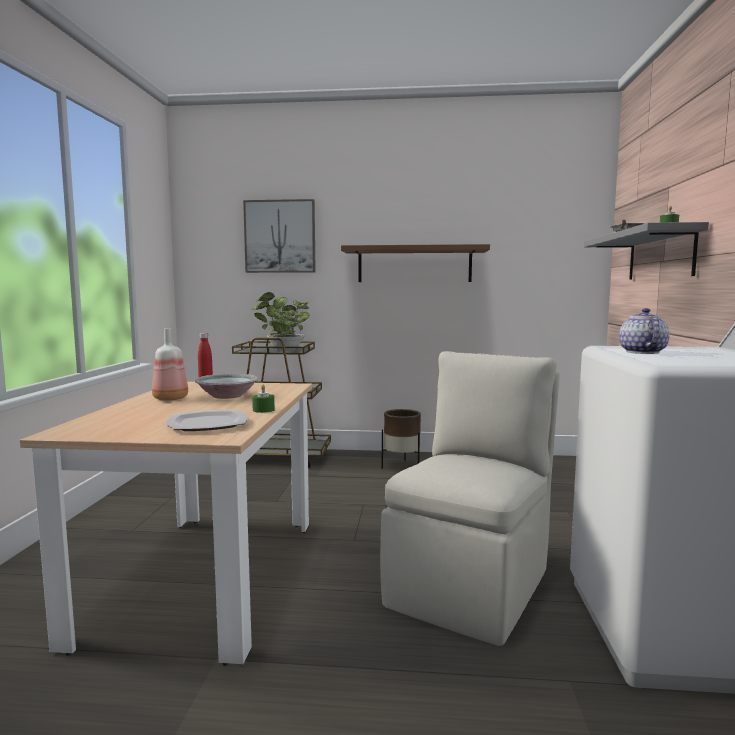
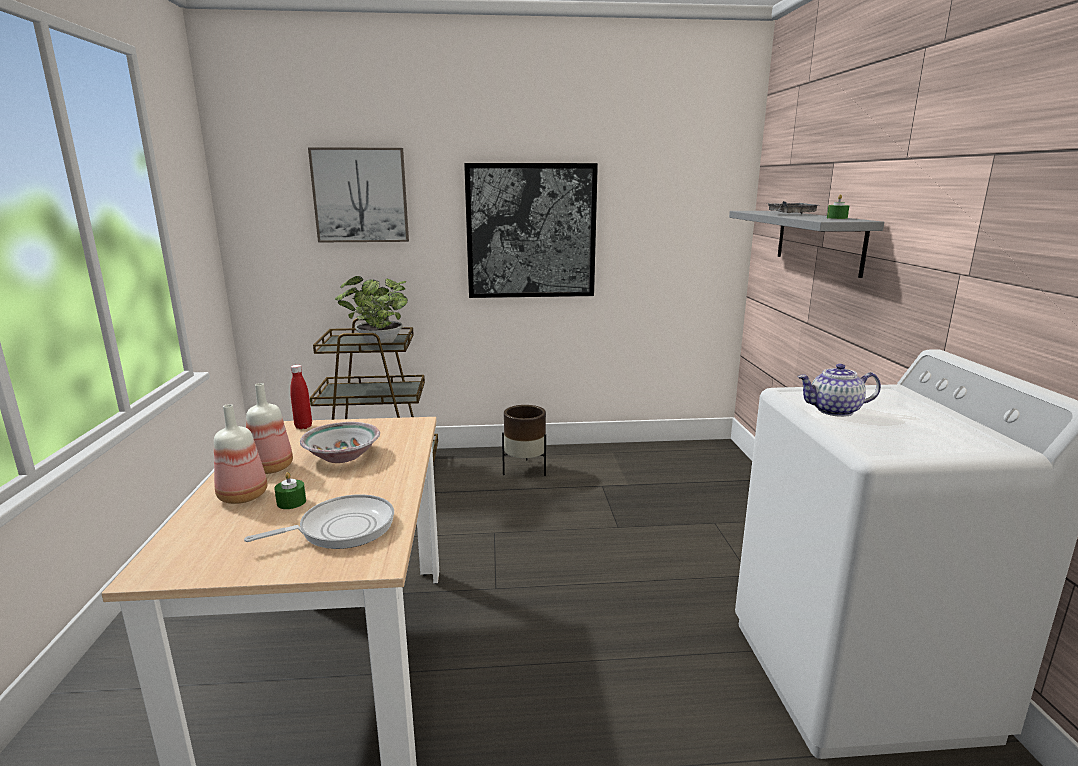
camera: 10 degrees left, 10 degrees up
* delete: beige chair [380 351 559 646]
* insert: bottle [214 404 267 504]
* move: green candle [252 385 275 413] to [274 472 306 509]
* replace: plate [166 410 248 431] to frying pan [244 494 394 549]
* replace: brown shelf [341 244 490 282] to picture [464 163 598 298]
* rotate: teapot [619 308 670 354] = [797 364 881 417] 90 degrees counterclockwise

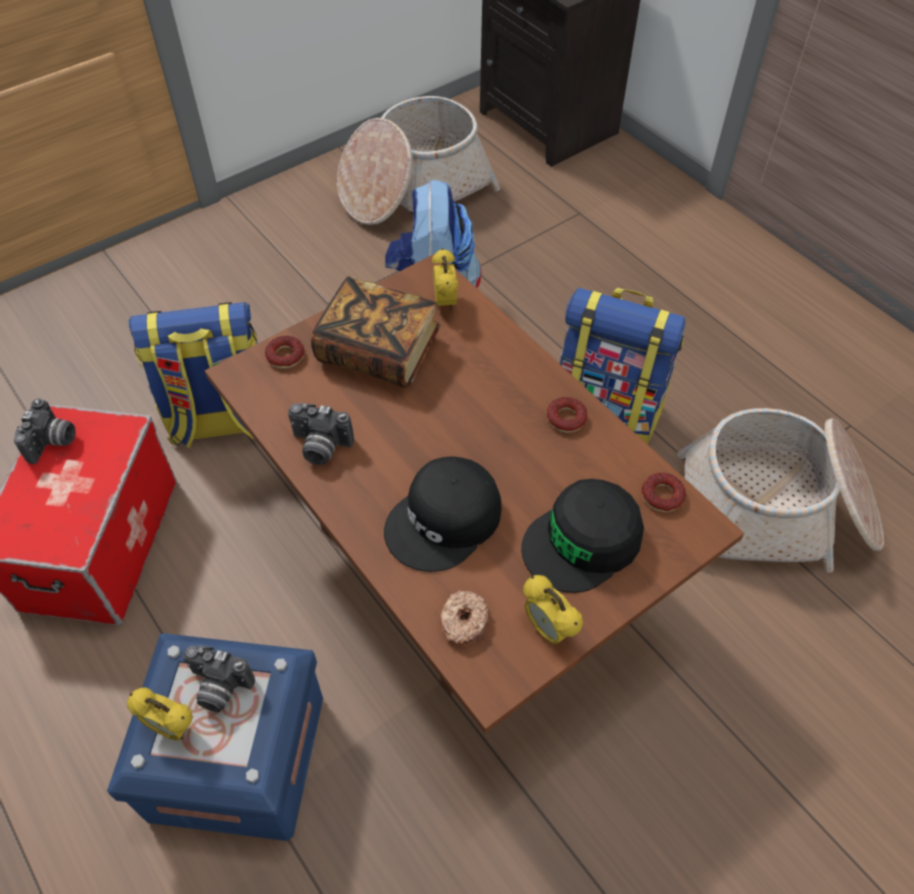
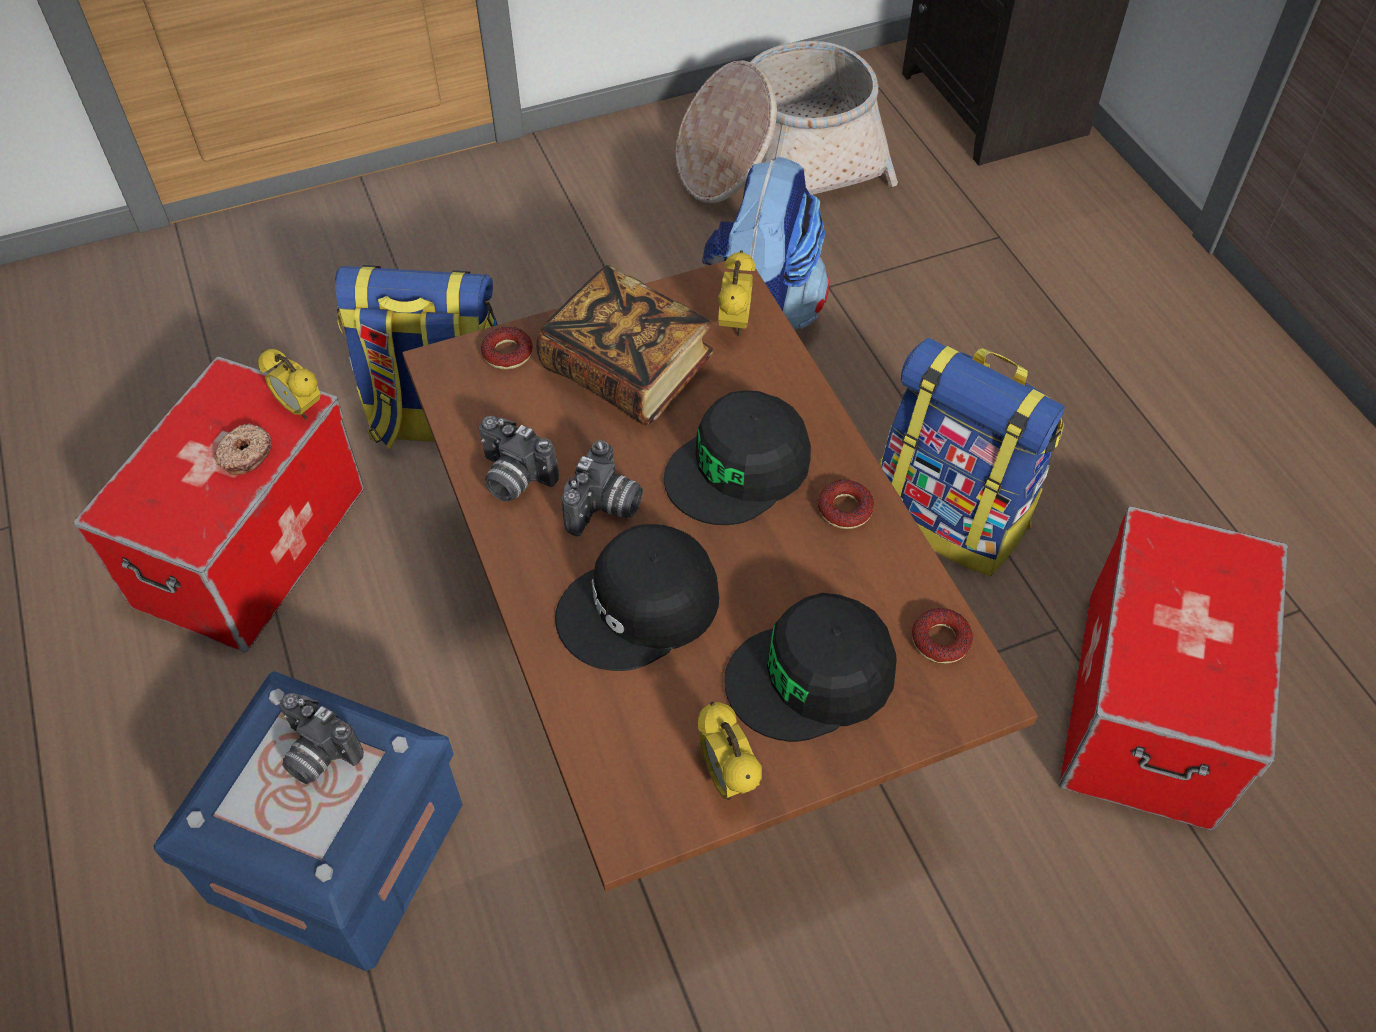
camera: 15 degrees right, 0 degrees up
* insert: black cap [664 390 811 525]
* move: photo camera [14 398 75 464] to [562 440 643 536]
* move: alarm clock [127 687 194 741] to [258 349 321 419]
* move: donut [440 590 489 646] to [214 423 272 475]
* replace: basket [677 408 884 573] to storage box [1059 506 1288 831]

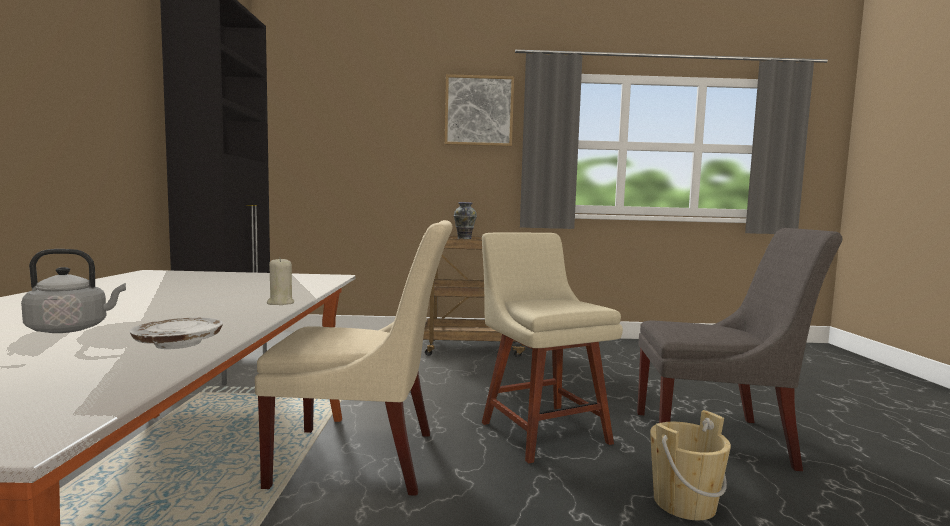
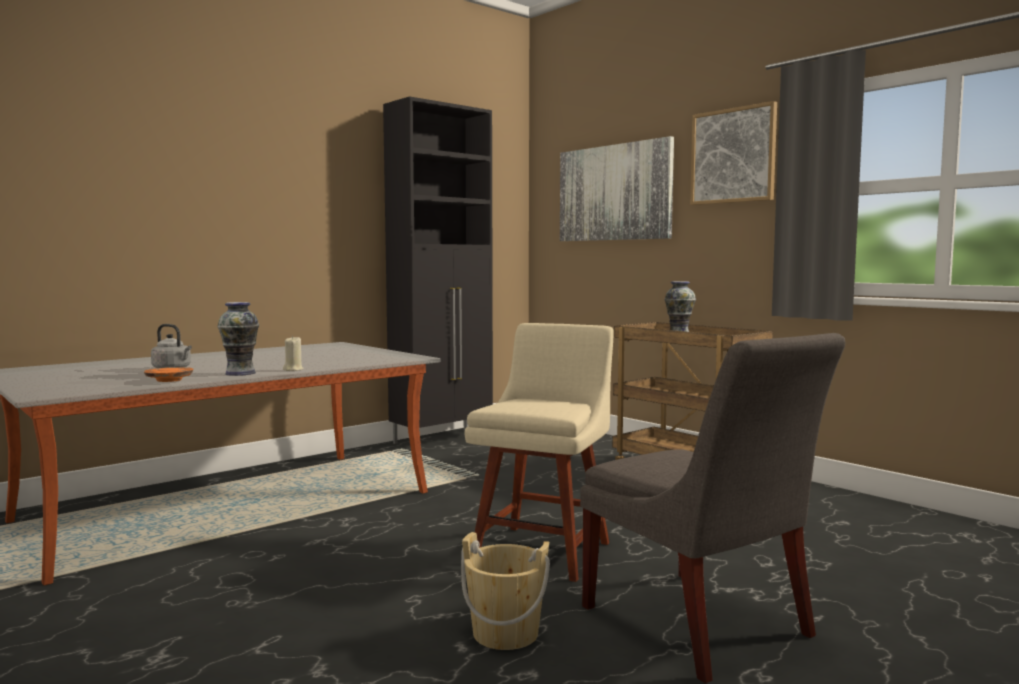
camera: 50 degrees right, 0 degrees up
* delete: beige chair [255 220 452 495]
* insert: vase [217 302 259 376]
* insert: picture [560 136 674 241]
* recolor: white plate [129 318 223 349] to orange plate [144 367 193 382]

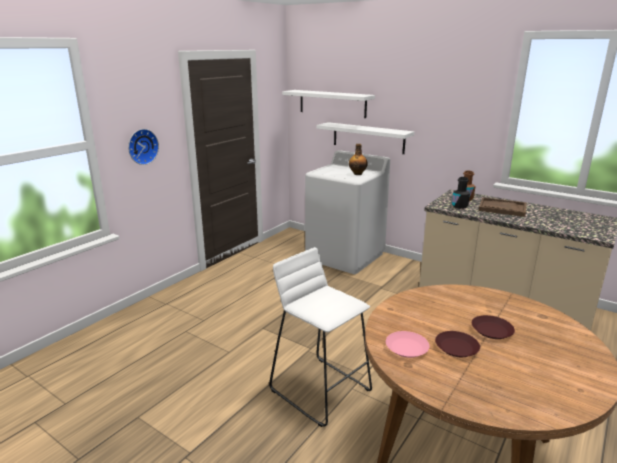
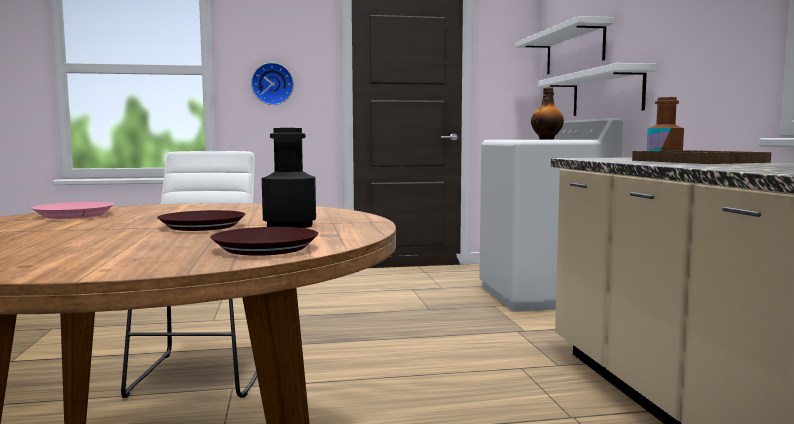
camera: 45 degrees right, 15 degrees down
* move: brown plate [435 331 480 357] to [210 227 318 256]
* move: black bottle [452 177 470 209] to [262 128 316 228]

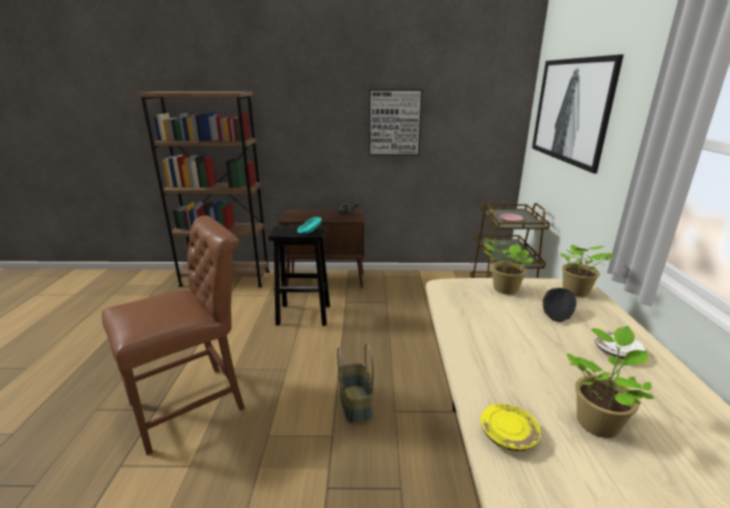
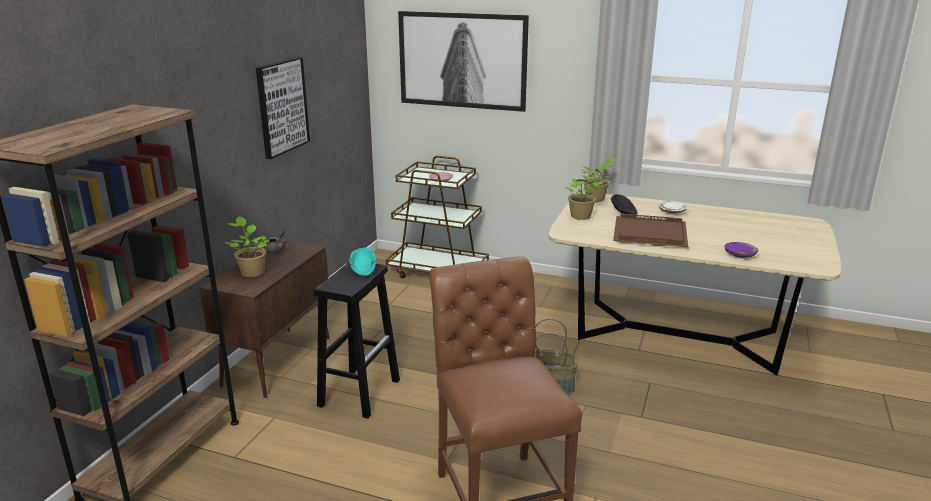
camera: 70 degrees left, 0 degrees up
* insert: brown tray [613 213 688 247]
* move: potted plant [566 326 654 438] to [224 216 270 277]
* recolor: yellow plate [481 403 541 451] to purple plate [724 242 758 258]

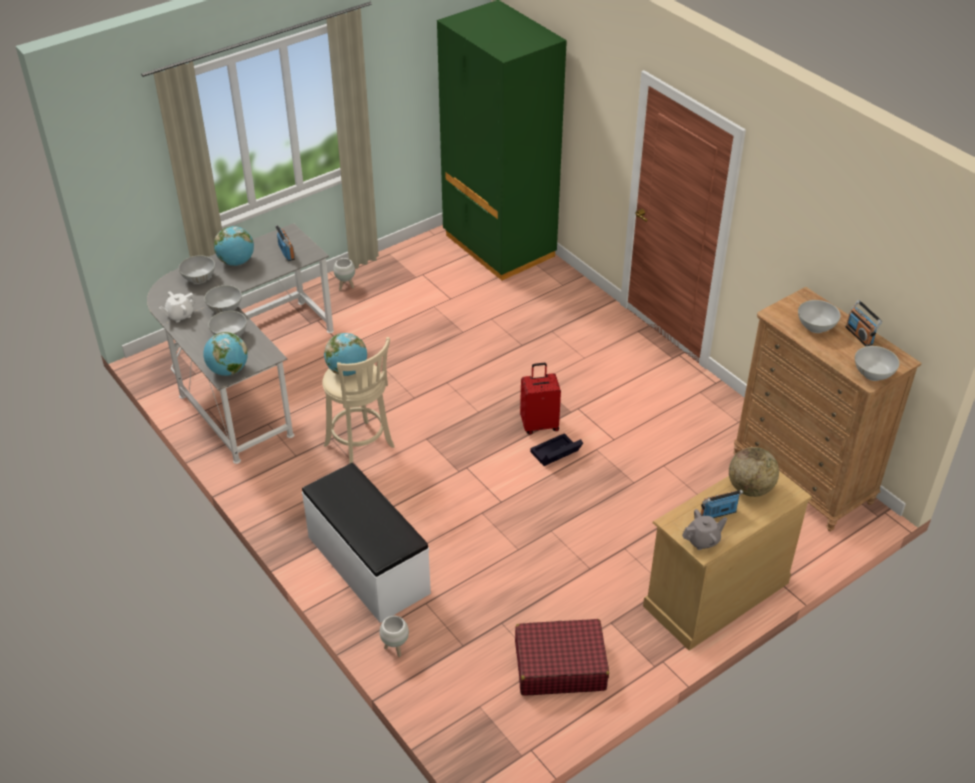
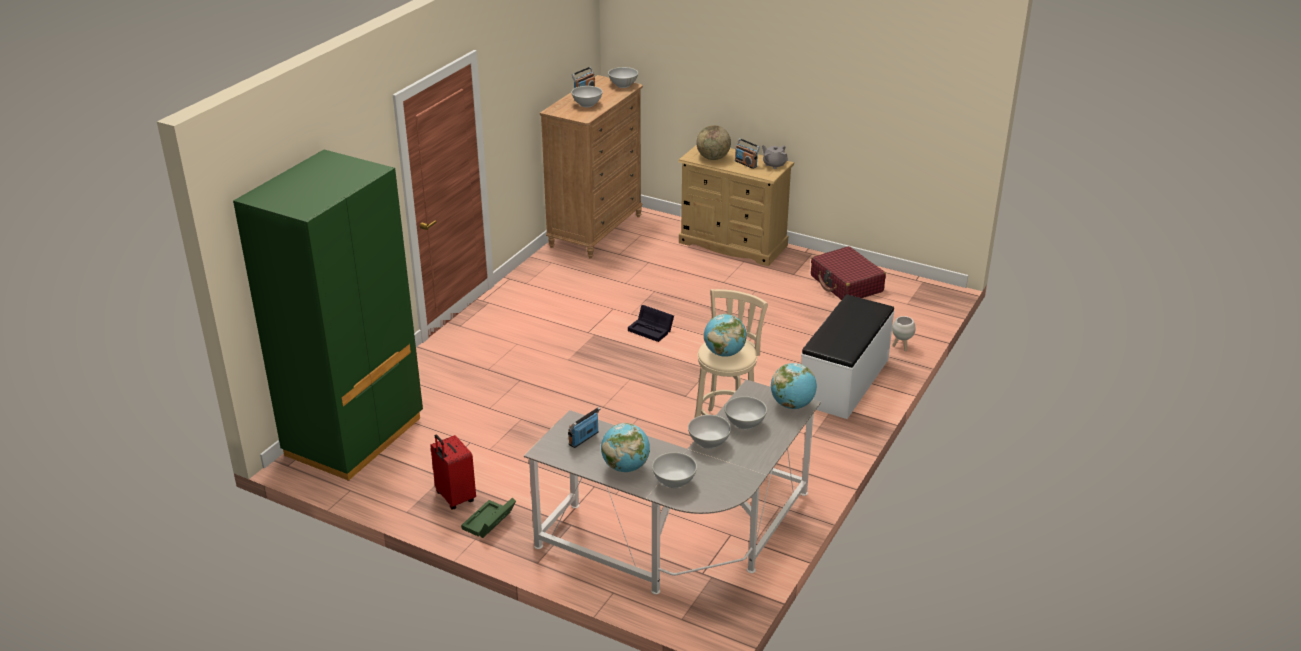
camera: 115 degrees left, 10 degrees down
* delete: white teapot [159 291 197 322]
* move: red suitcase [520 363 561 434] to [430 435 476 510]
* replace: white planter [333 258 355 290] to green storage box [461 498 516 538]

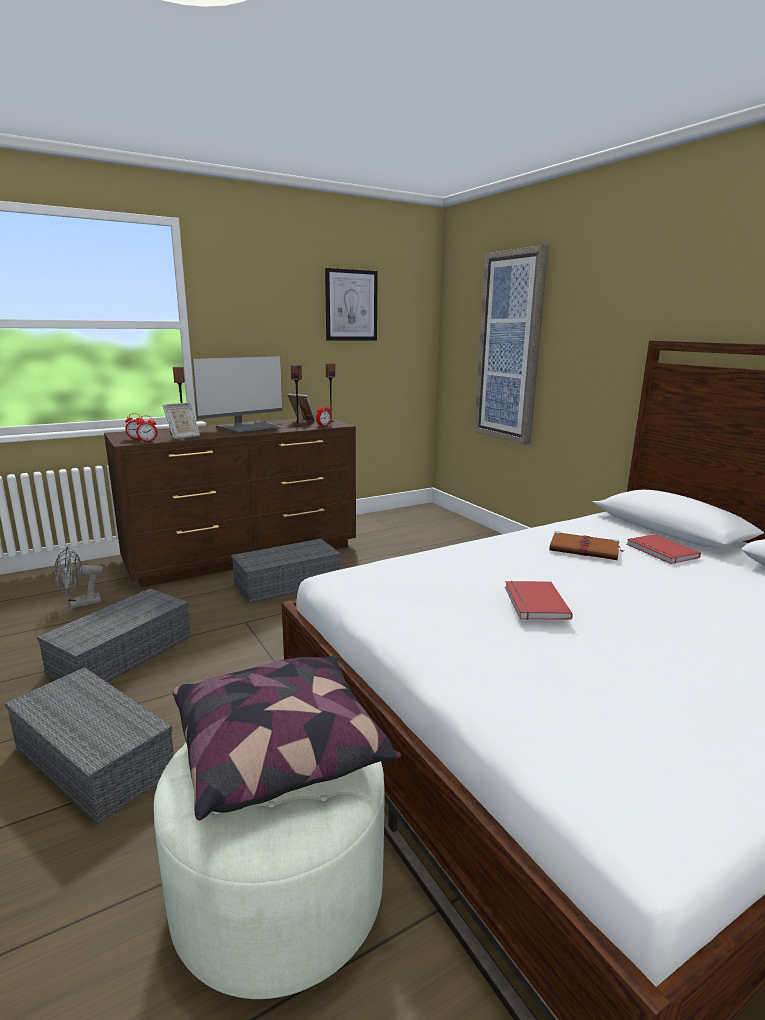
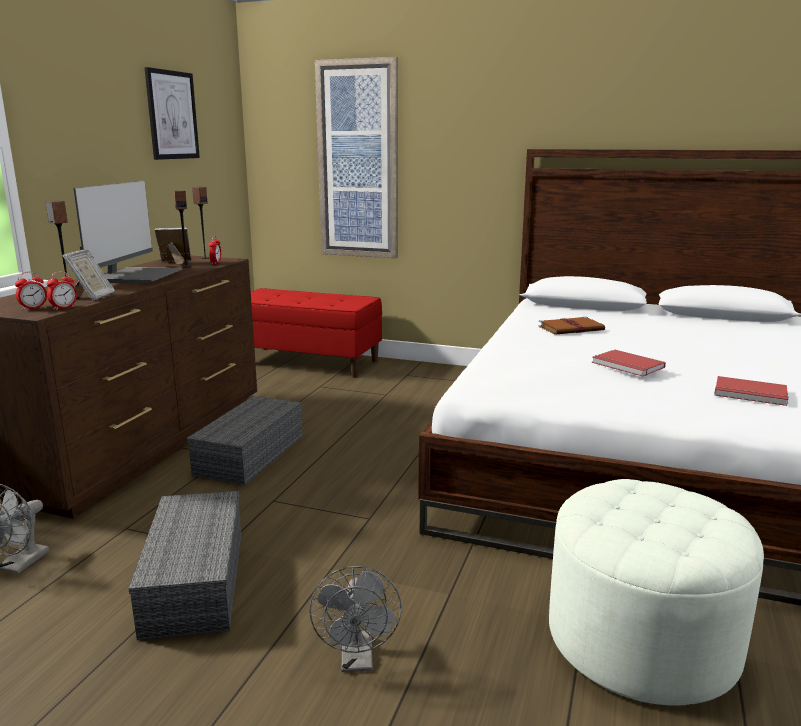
camera: 40 degrees left, 0 degrees up
* delete: pillow [173 656 402 820]
* insert: red bench [251 288 382 378]
* move: red book [626 534 701 564] to [714 376 788 406]
* replace: grey storage box [5 667 174 825] to grey fan [309 566 402 672]

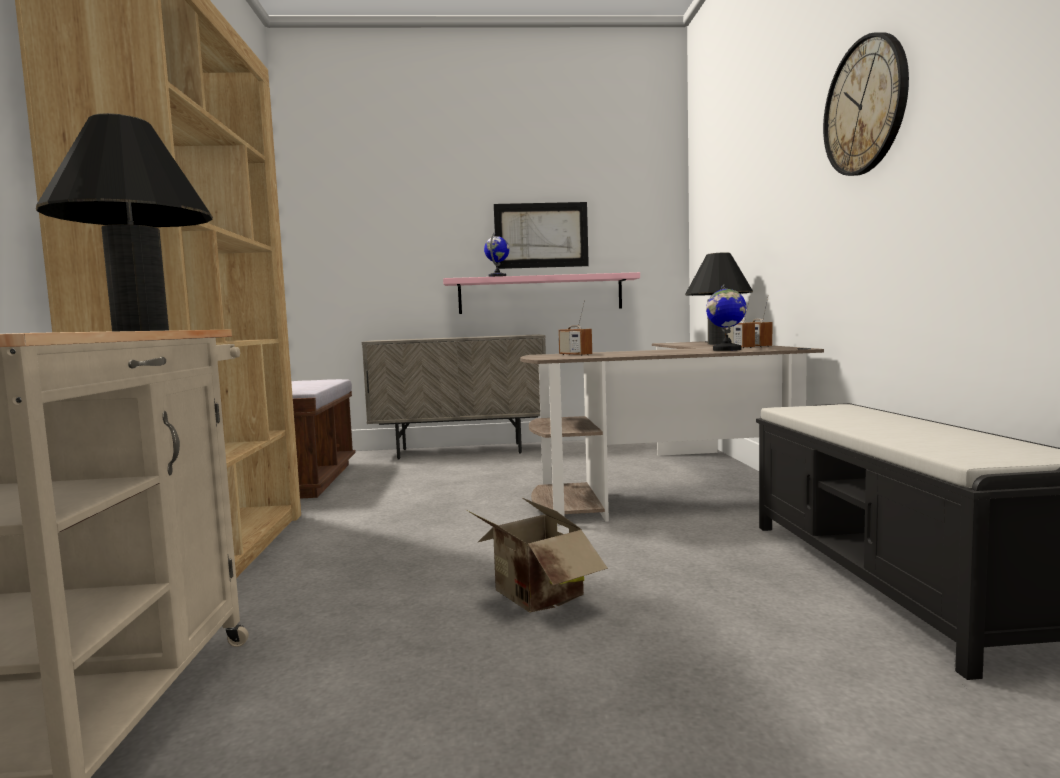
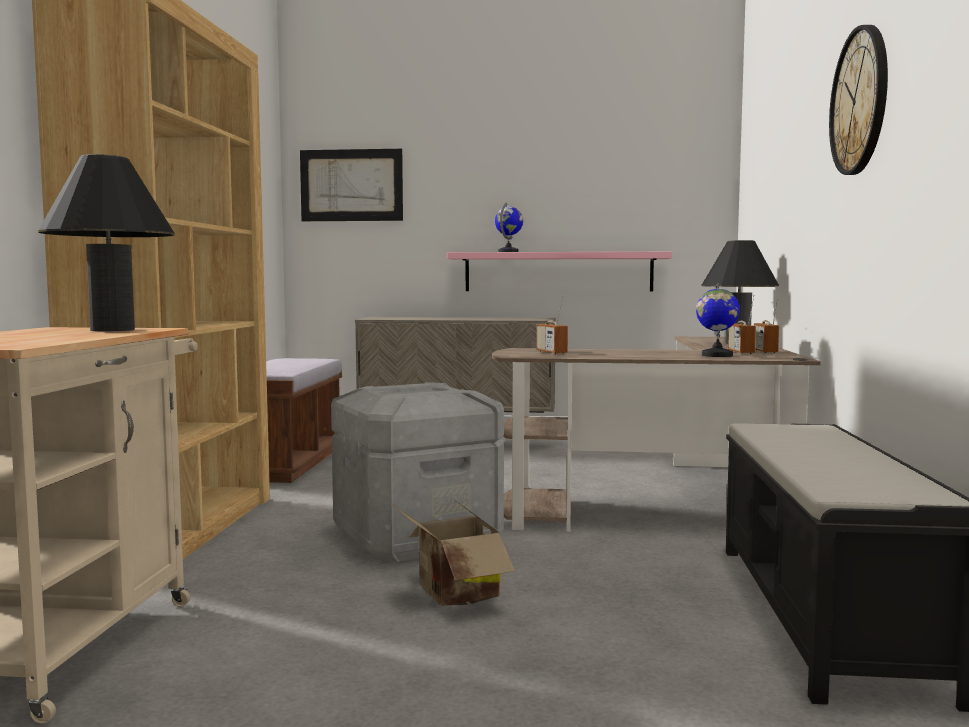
camera: 10 degrees right, 0 degrees up
* insert: grey storage box [331 382 504 562]
* move: picture [494 202 589 269] to [300 149 403 221]

